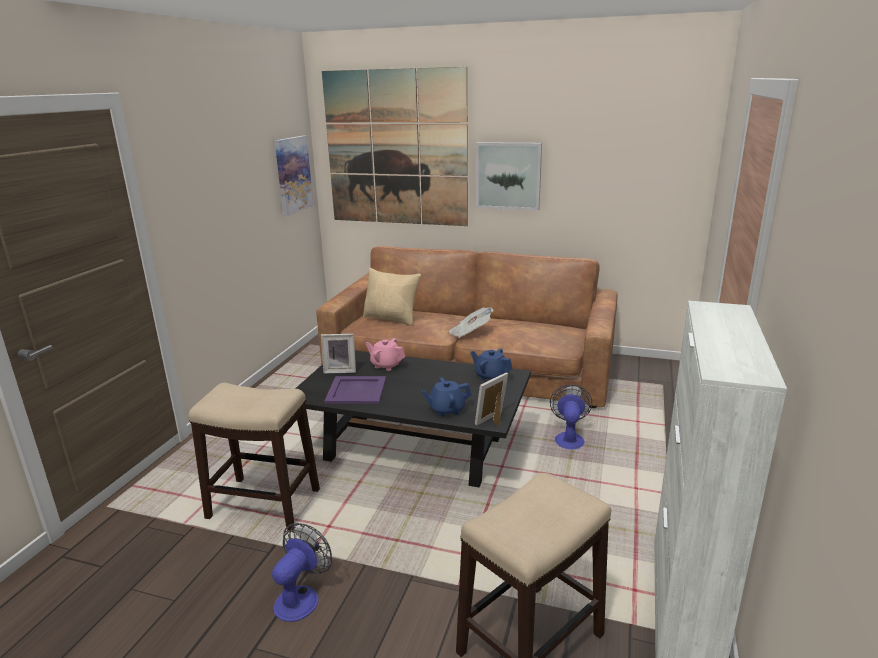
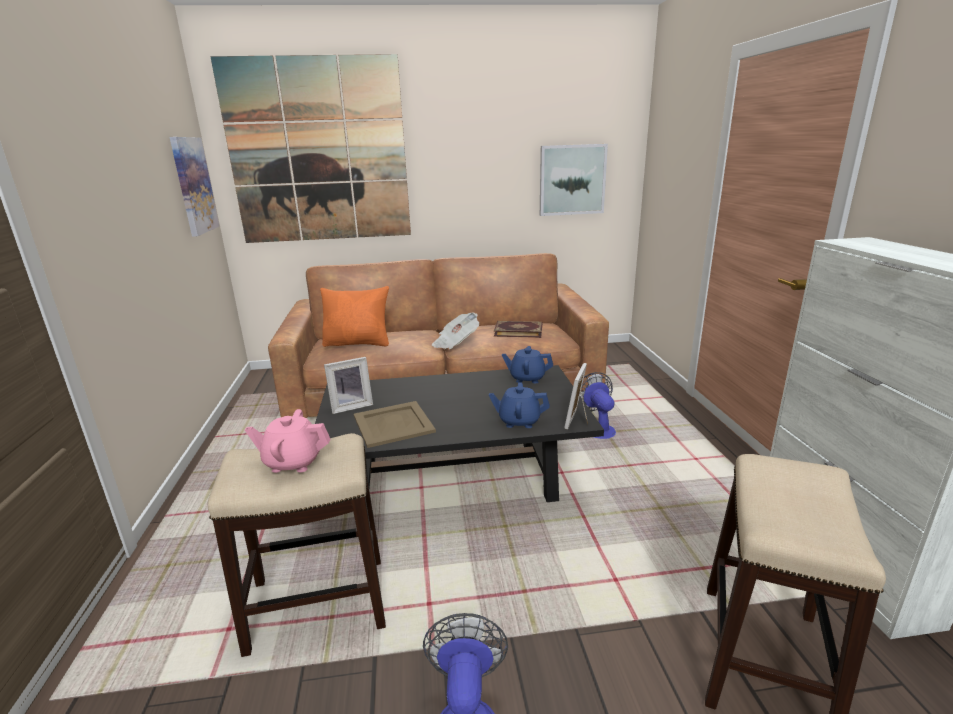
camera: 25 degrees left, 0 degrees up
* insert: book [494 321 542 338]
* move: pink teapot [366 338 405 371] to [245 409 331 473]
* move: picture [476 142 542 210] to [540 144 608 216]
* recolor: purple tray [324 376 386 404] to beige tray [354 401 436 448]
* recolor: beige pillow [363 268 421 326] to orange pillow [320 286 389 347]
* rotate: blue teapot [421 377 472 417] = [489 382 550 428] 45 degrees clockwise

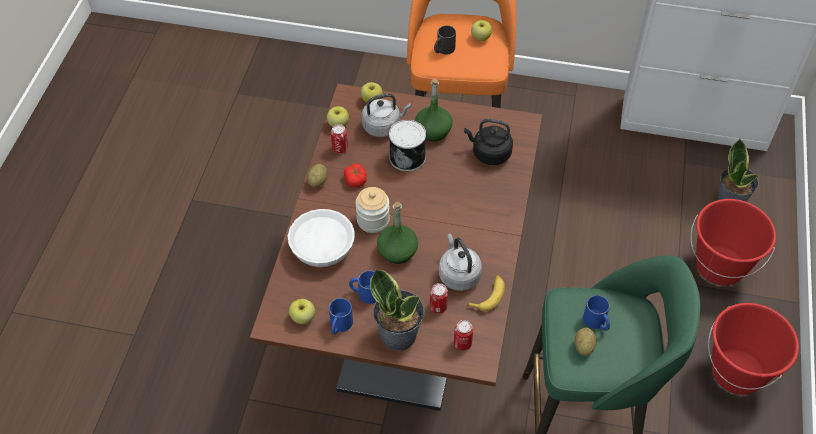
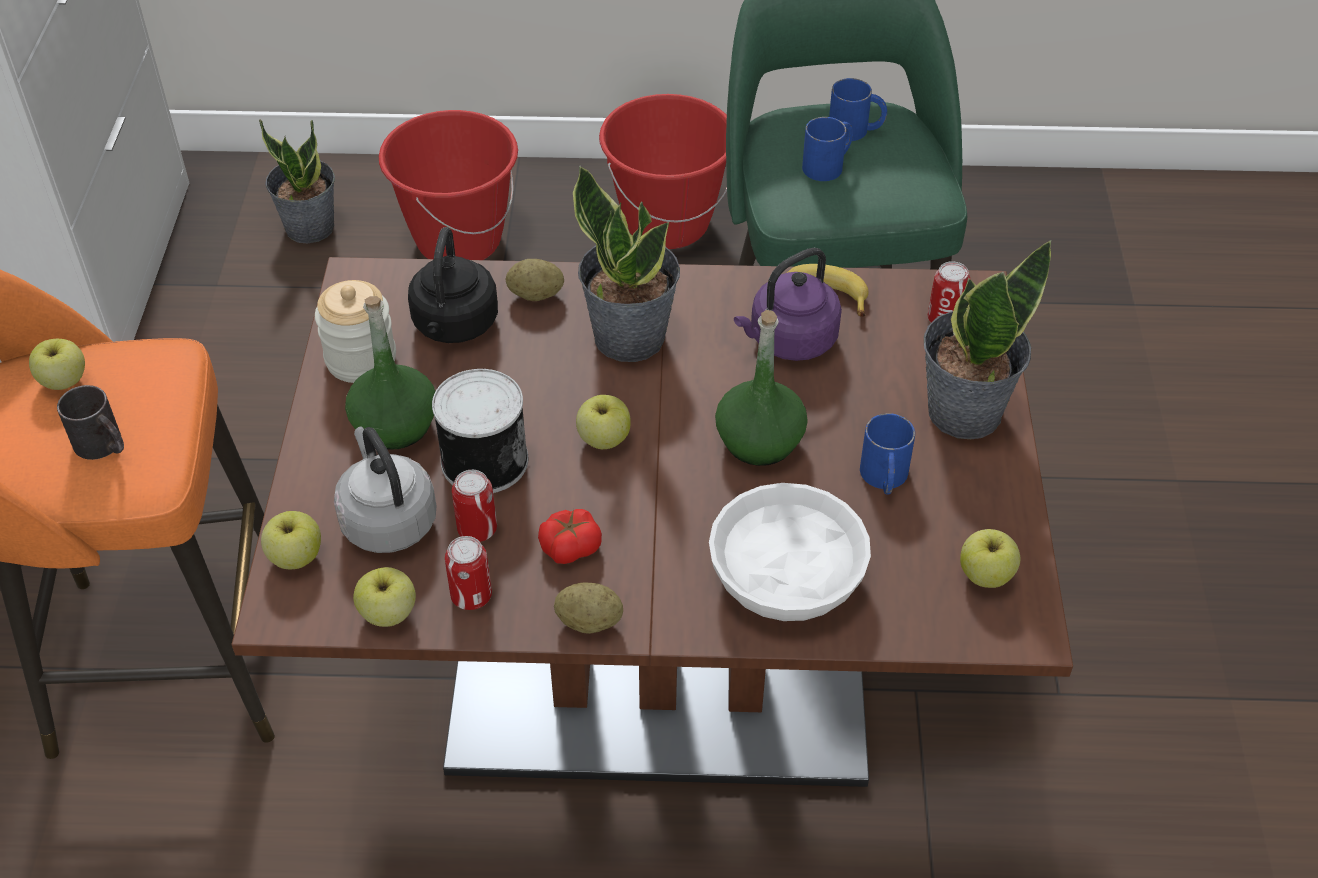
camera: 100 degrees left, 5 degrees down
* insert: potted plant [573 166 680 362]
* insert: apple [576 395 631 449]
* move: blue mug [329 298 353 335] to [829 78 887 141]
* move: jar [356 187 390 233] to [315 280 396 383]
* move: can [430 283 448 314] to [452 470 497 542]
* move: potato [574 327 597 356] to [506 259 564 301]
* recolor: grey kettle [439 234 482 291] to purple kettle [734 248 842 361]

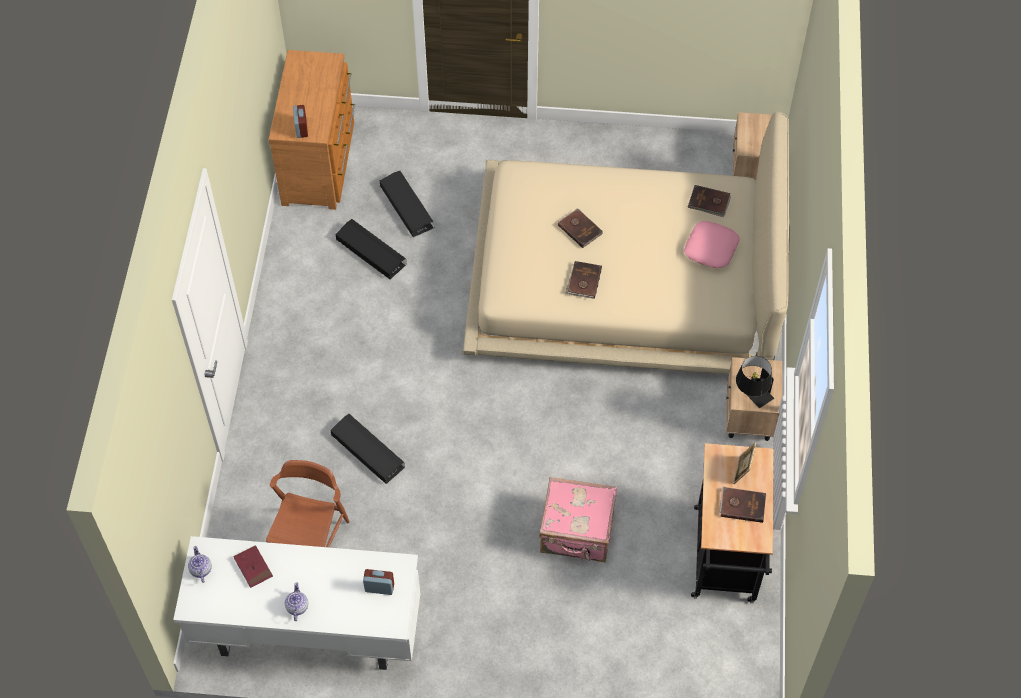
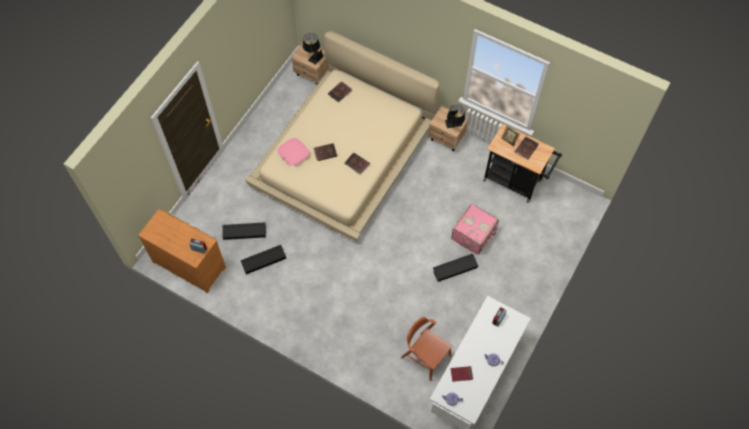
camera: 65 degrees left, 5 degrees up
* insert: black table lamp [303 33 324 65]
* move: black storage box [330 414 405 484] to [433 254 478 282]
* move: pink pillow [684 221 740 268] to [278 138 310 166]

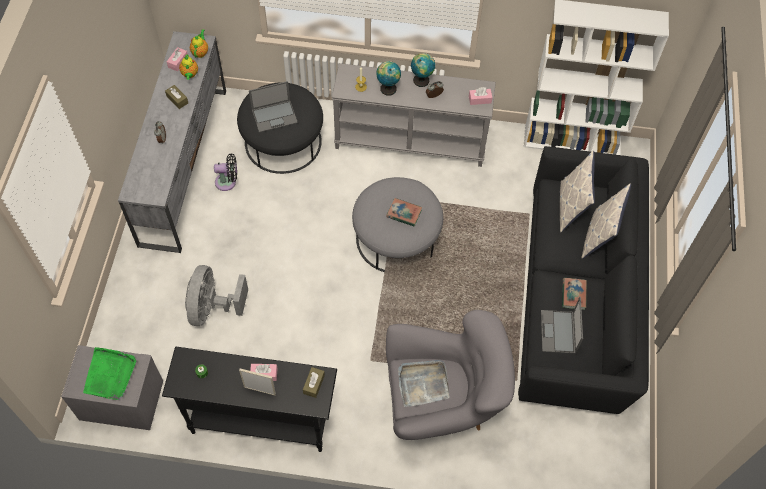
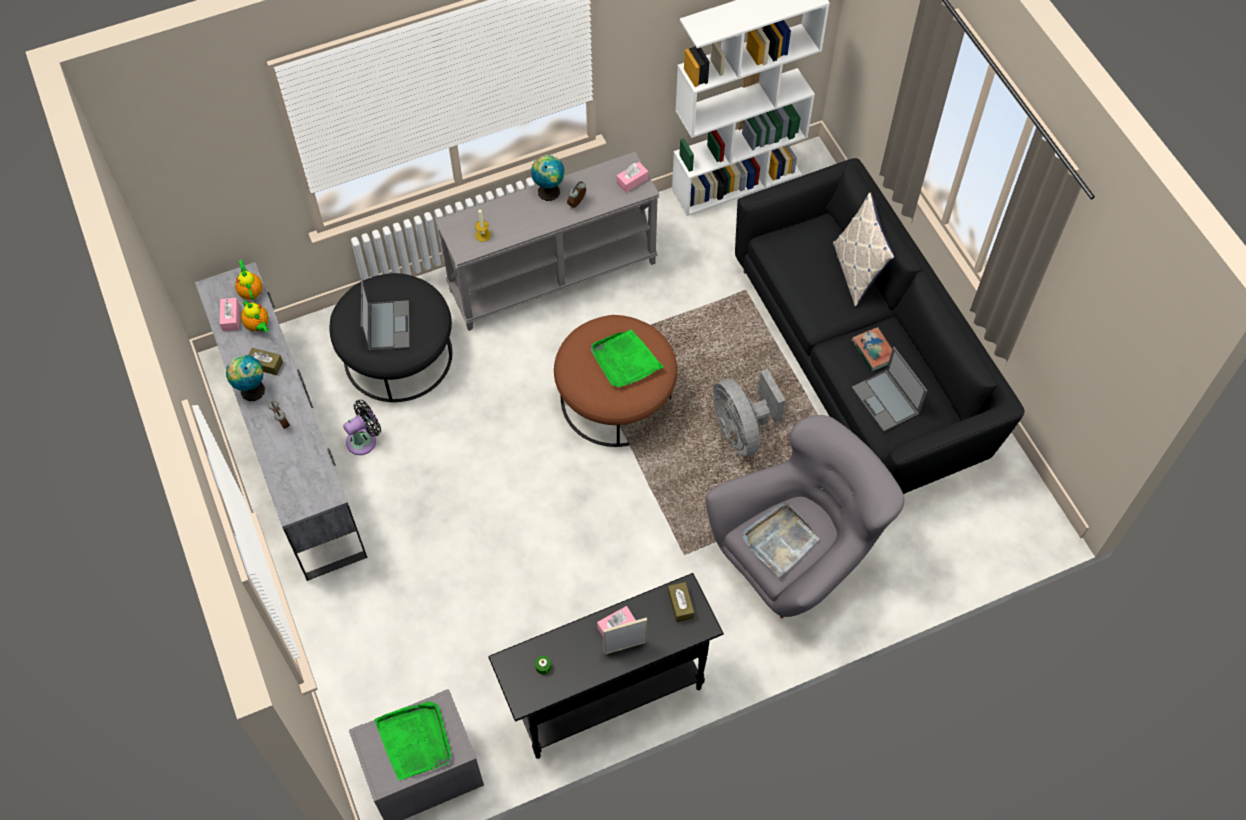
camera: 30 degrees left, 0 degrees up
* delete: pillow [560 151 595 232]
* move: grey fan [185 265 248 326] to [713 369 785 457]
* move: globe [376 61 401 95] to [226 355 265 401]
* replace: book [386 198 422 227] to green tray [591 330 664 387]
* recolor: grey ottoman [352 177 443 272] to brown ottoman [554 315 677 447]
* rotate: laptop [249 81 298 133] = [361 279 410 351] 45 degrees counterclockwise

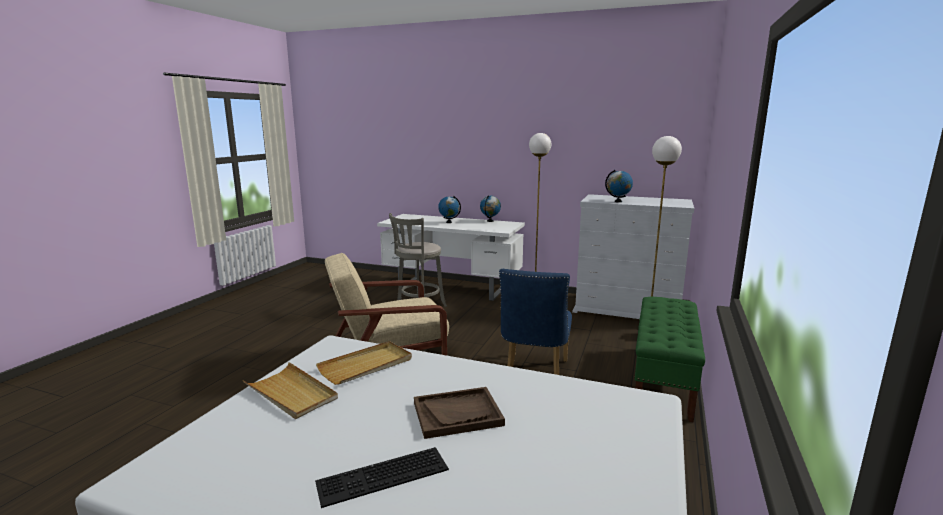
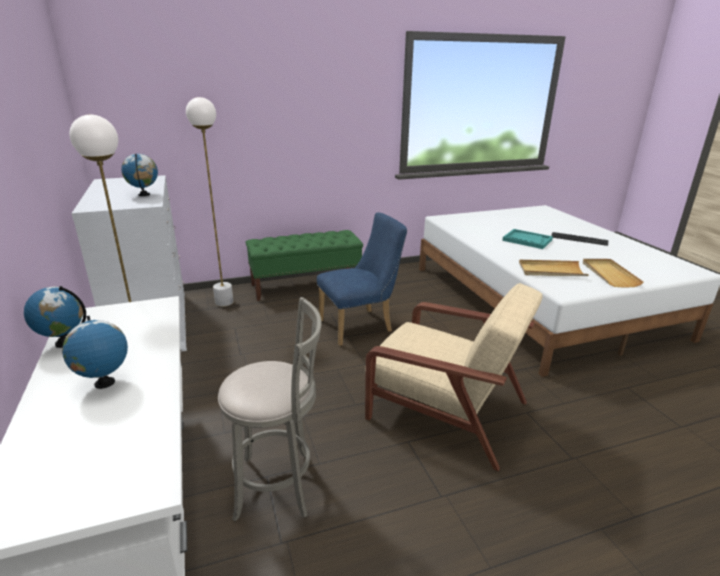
camera: 130 degrees left, 10 degrees up
* recolor: brown tray [414 387 505 439] to turquoise tray [502 229 553 249]

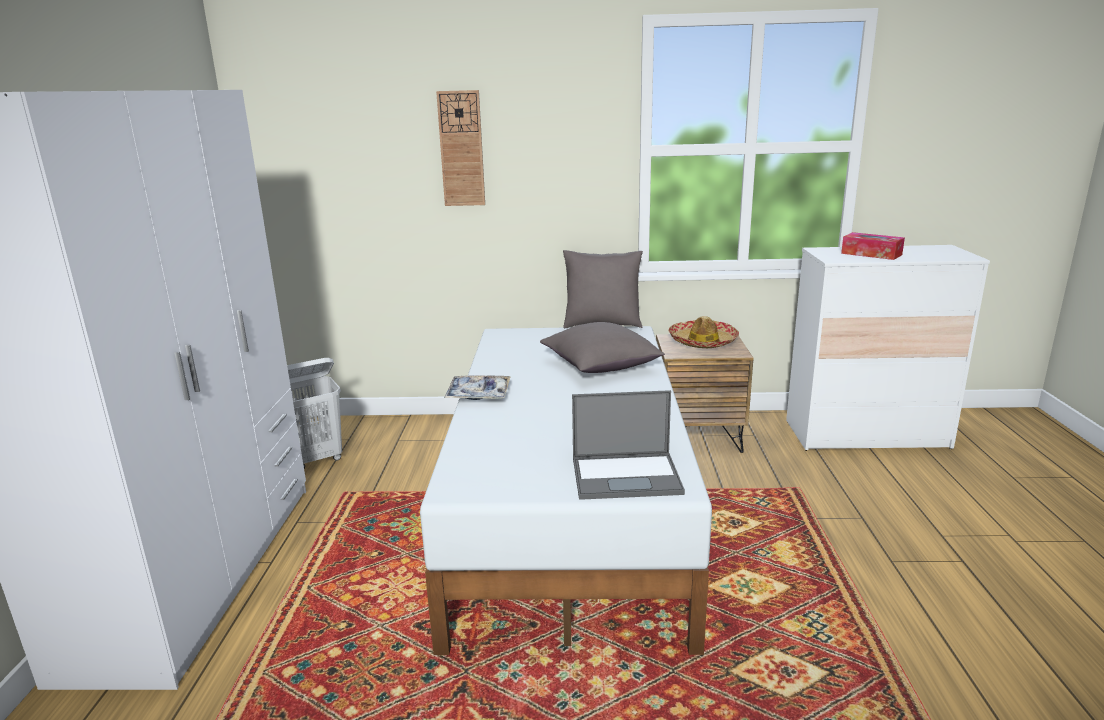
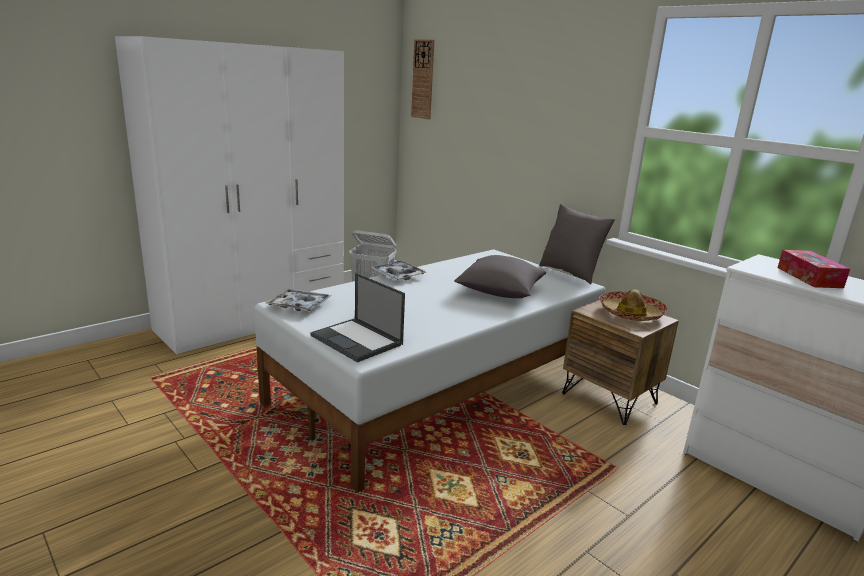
camera: 45 degrees right, 0 degrees up
* insert: tray [266 289 332 311]
* move: wall clock [436 90 485 206] to [411 40 434 119]

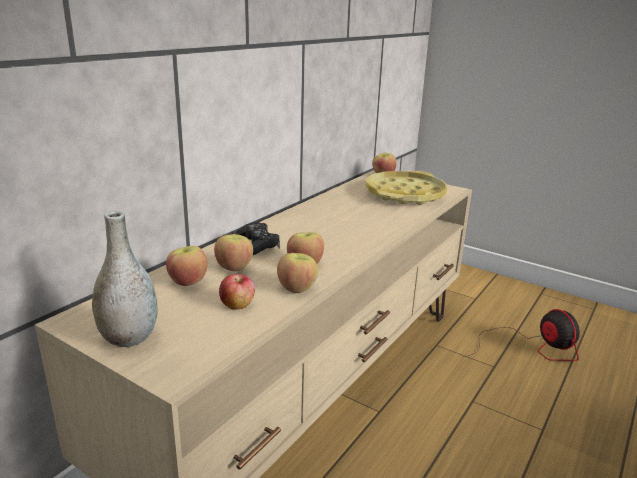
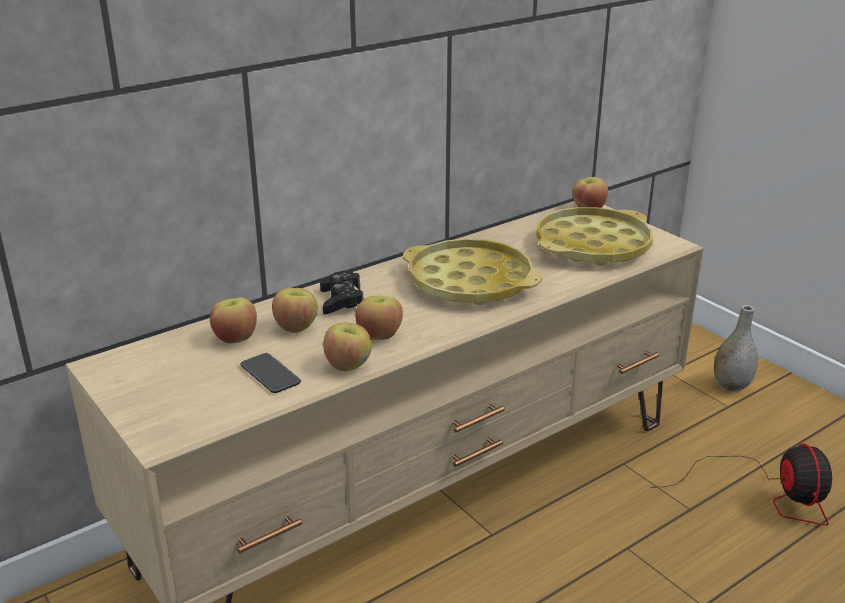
camera: 20 degrees right, 5 degrees up
* insert: yellow tray [403 239 542 305]
* move: grey vase [92 211 158 347] to [714 305 758 391]
* replace: apple [219 274 255 310] to phone [241 353 301 393]

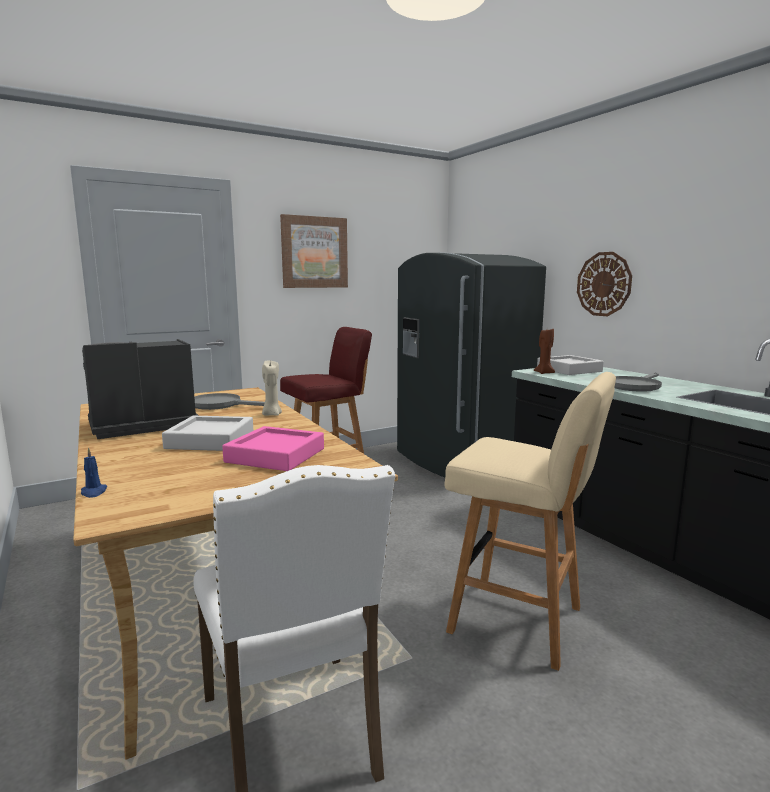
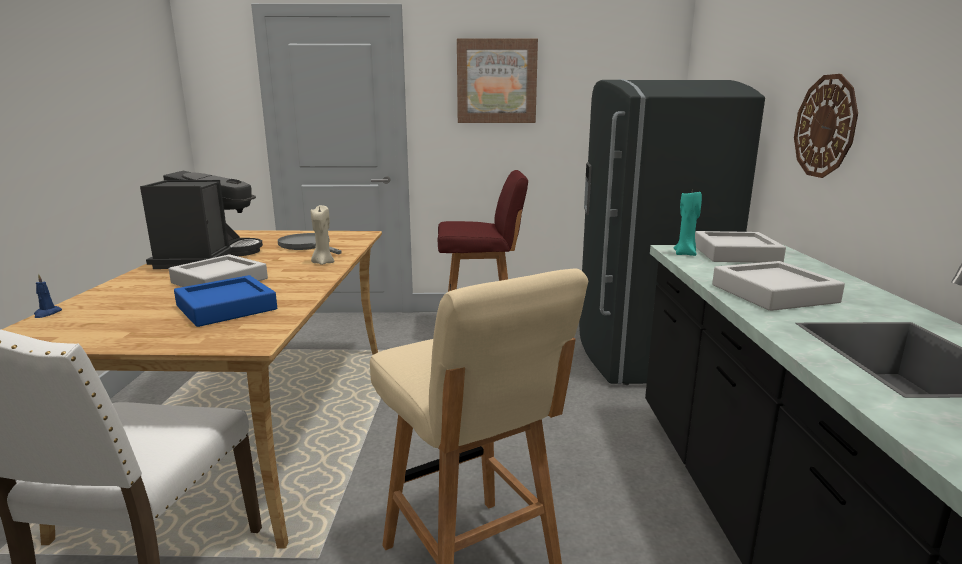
camera: 30 degrees right, 5 degrees up
* replace: grey frying pan [615 372 662 392] to grey tray [712 261 845 311]
* recolor: pink tray [222 426 324 471] to blue tray [174 275 277 327]
* recolor: brown candle [534 329 555 374] to turquoise candle [674 192 702 256]
* rotate: coffee machine [82 339 199 439] = [140 171 263 269] 90 degrees clockwise

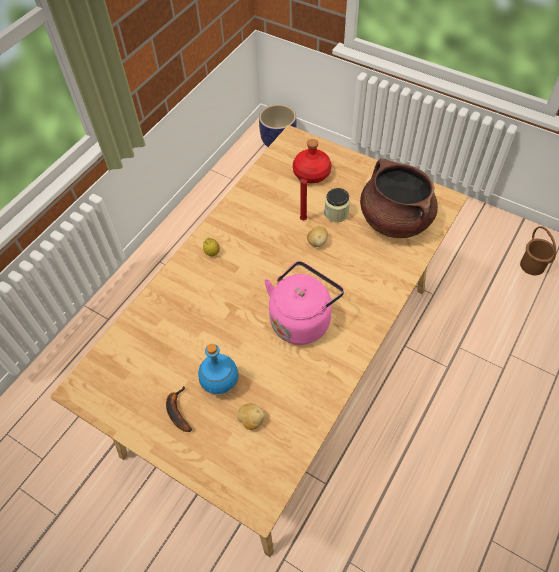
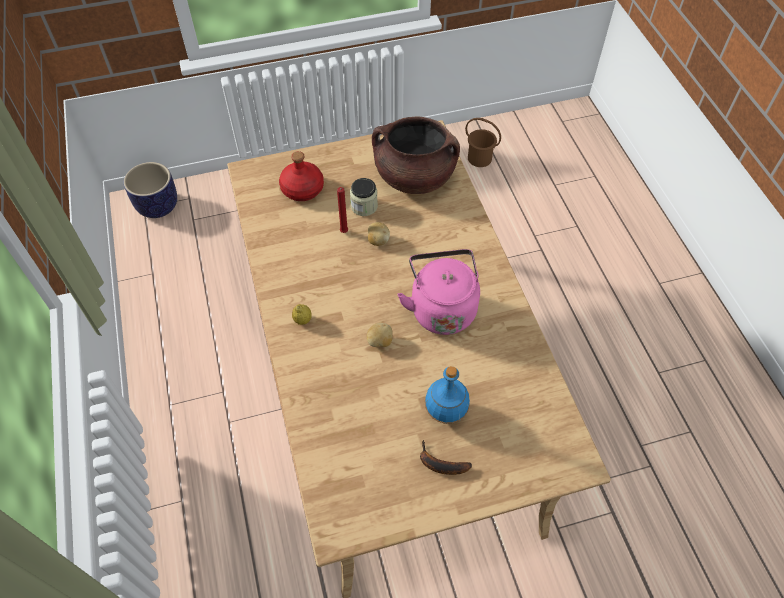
camera: 50 degrees left, 0 degrees up
* move: potato [237 404 264 430] to [367 323 393 347]

